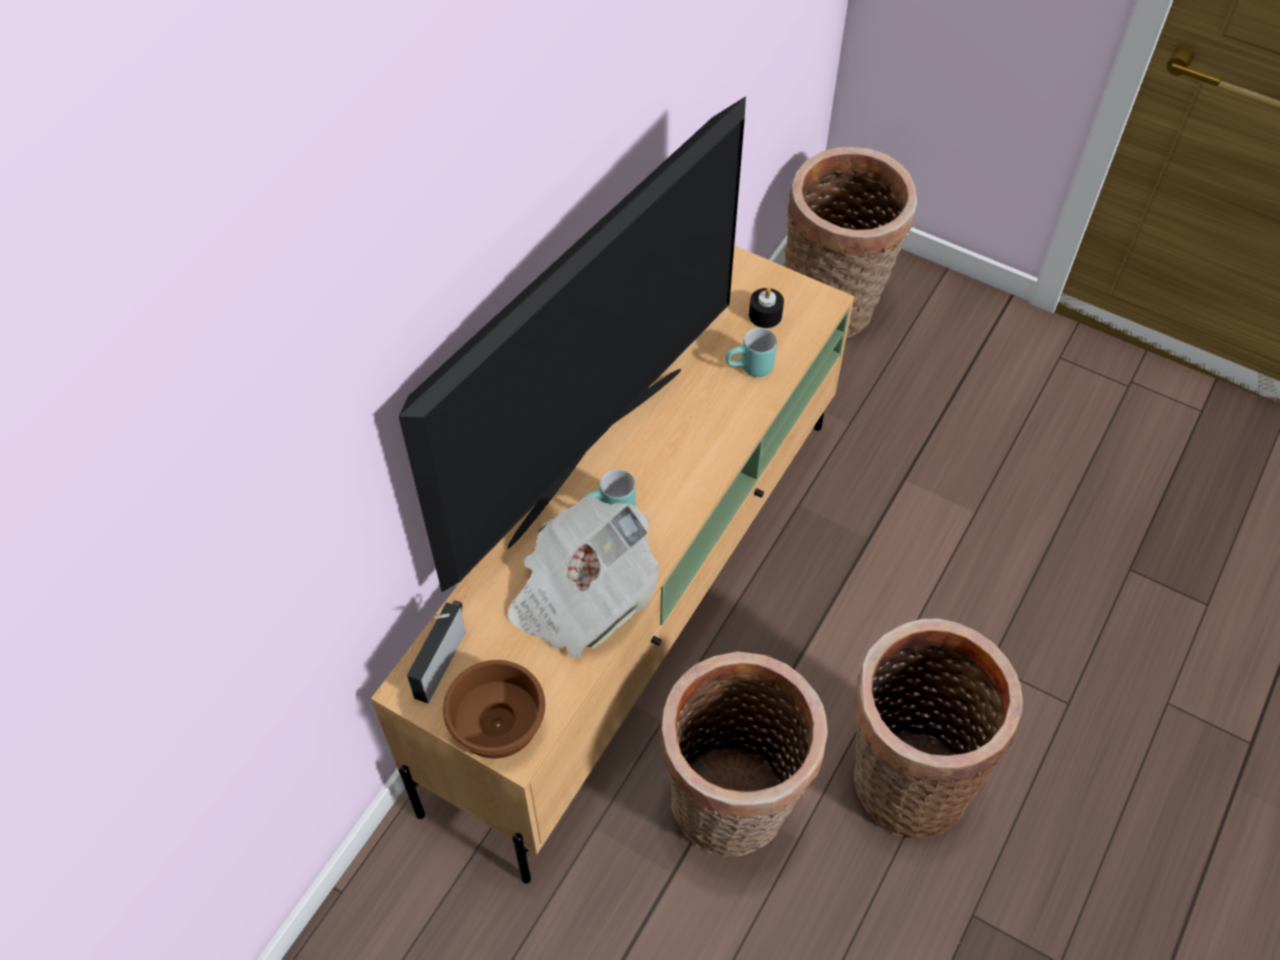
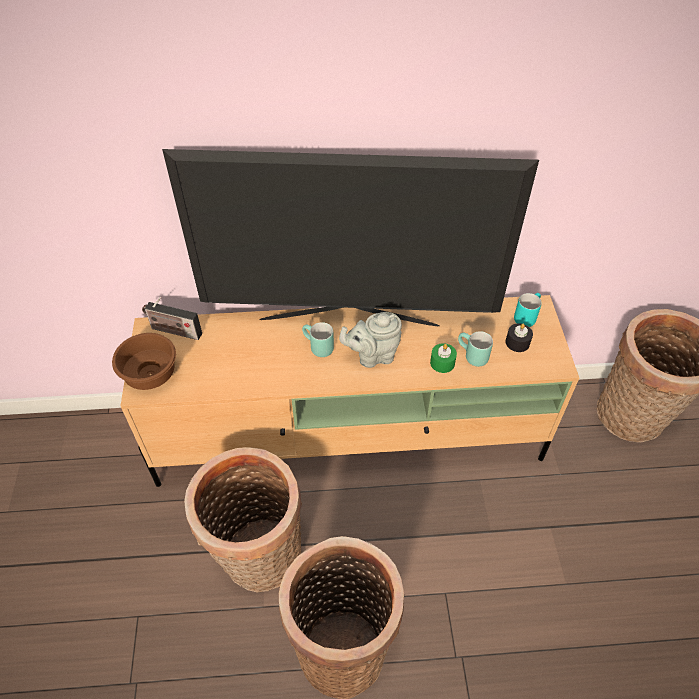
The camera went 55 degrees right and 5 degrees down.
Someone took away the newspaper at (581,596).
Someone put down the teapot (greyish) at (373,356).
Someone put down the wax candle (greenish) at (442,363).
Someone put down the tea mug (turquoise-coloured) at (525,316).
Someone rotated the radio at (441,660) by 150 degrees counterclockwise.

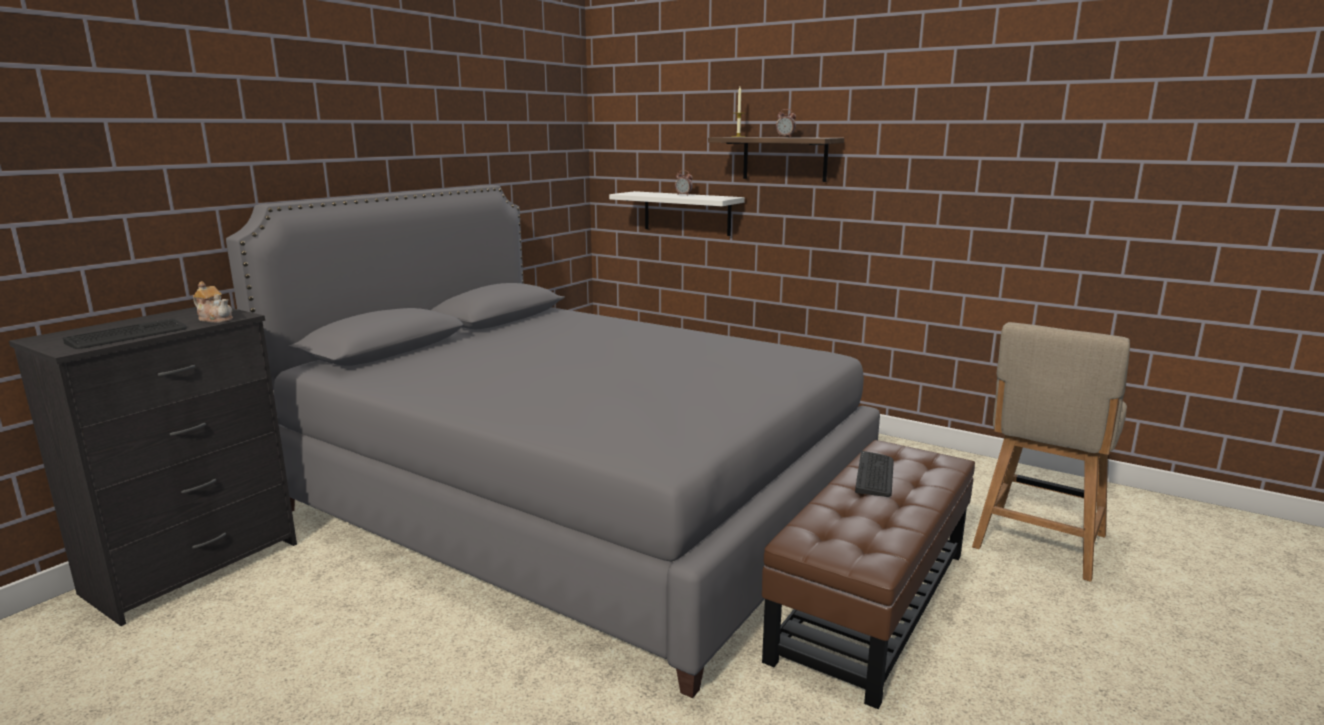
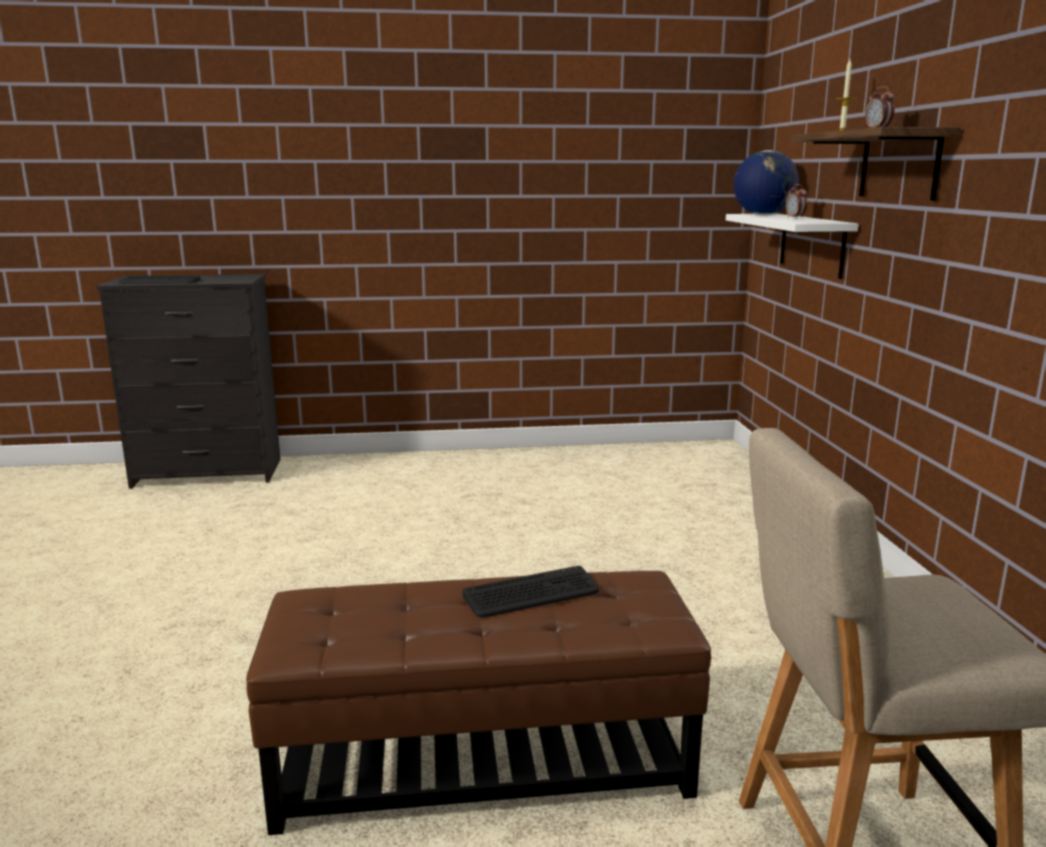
The camera went 50 degrees right and 0 degrees up.
Someone took away the teapot at (215,319).
Someone took away the bed (greyish) at (576,506).
Someone put down the world globe at (763,215).

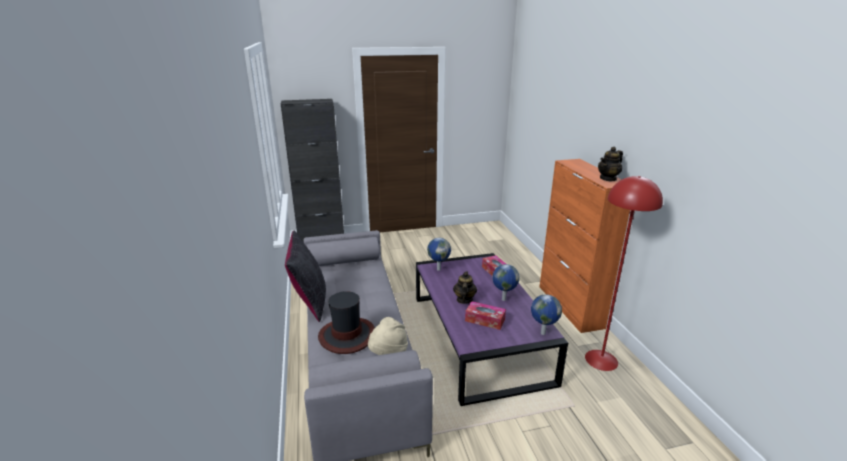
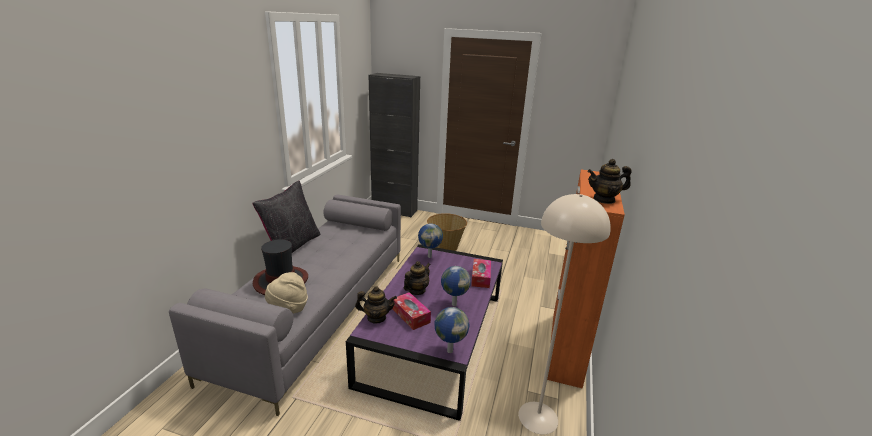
The camera went 30 degrees right and 0 degrees up.
Someone put down the teapot at (376,318).
Someone put down the basket at (445,246).
Someone repainted the standard lamp (red) at (601,360), which became the standard lamp (sand-coloured) at (538,417).

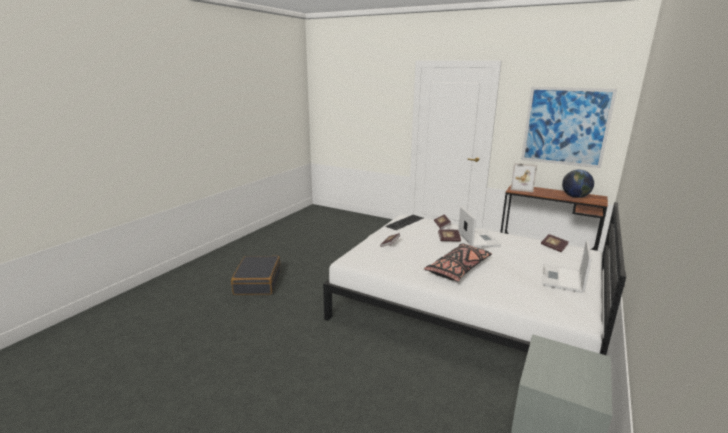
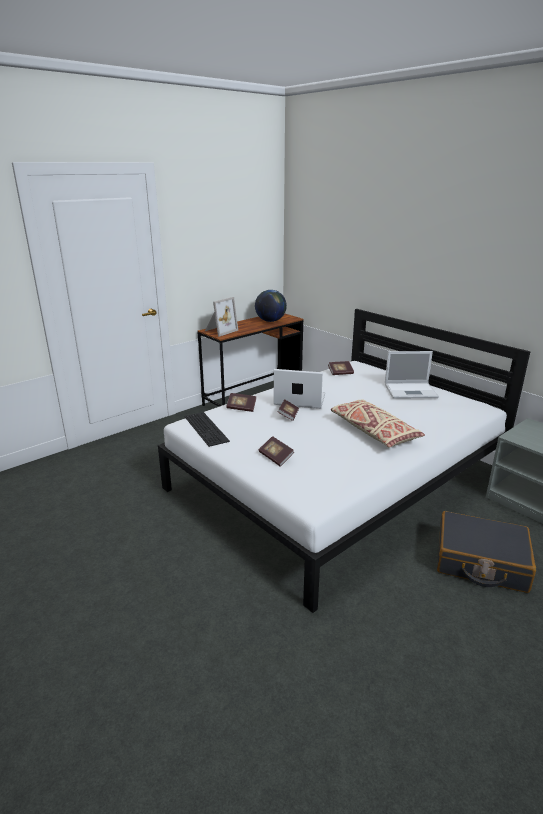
The camera went 70 degrees left and 5 degrees up.
Someone took away the wall art at (565,126).
Someone carried the travel case (black) from (257,282) to (480,562).
Someone repainted the pillow (black) at (458,269), which became the pillow (sand-coloured) at (373,431).
Someone rotated the portable computer at (562,279) by 45 degrees counterclockwise.

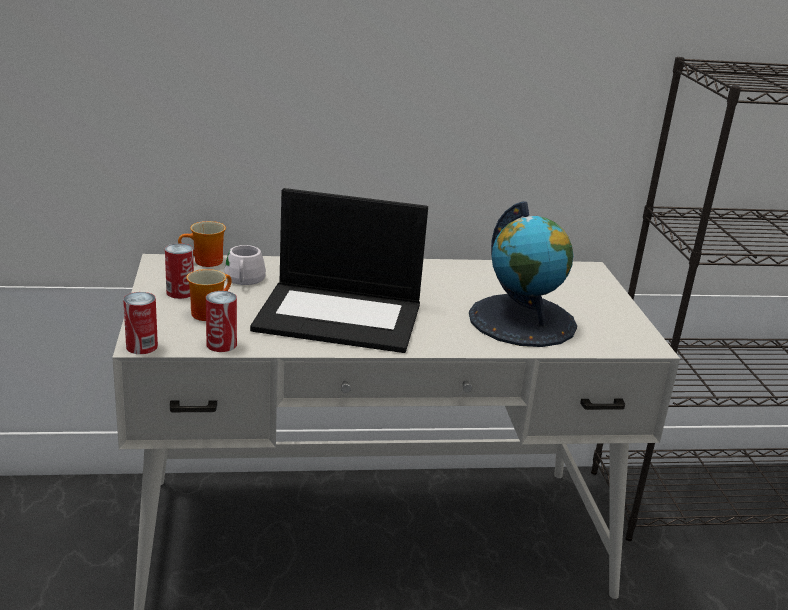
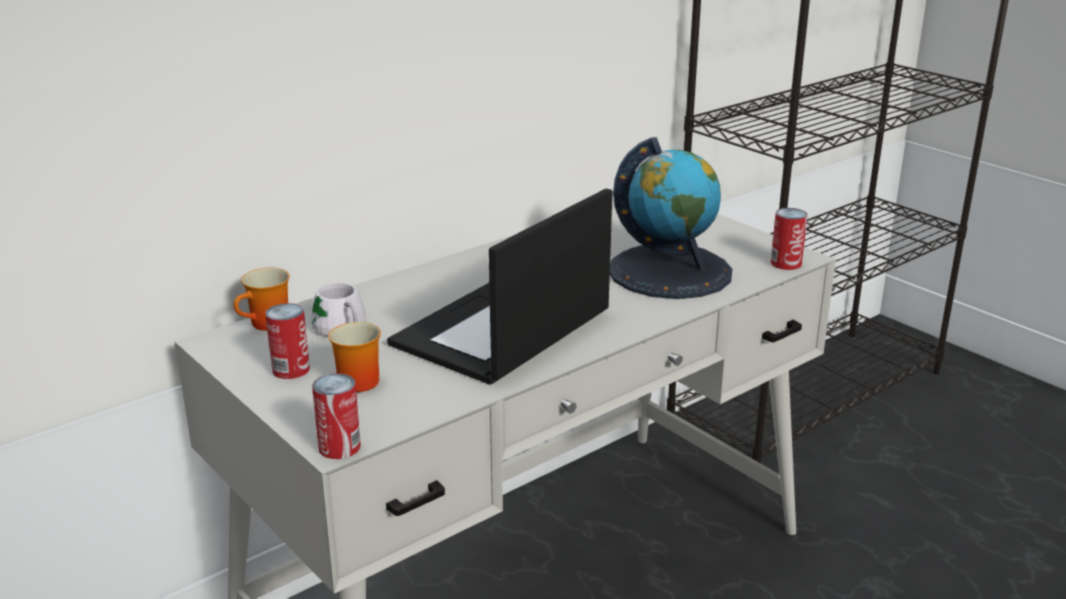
The camera went 30 degrees left and 0 degrees up.
Someone carried the sealed can from (221,344) to (786,263).
Someone rotated the portable computer at (341,316) by 150 degrees clockwise.

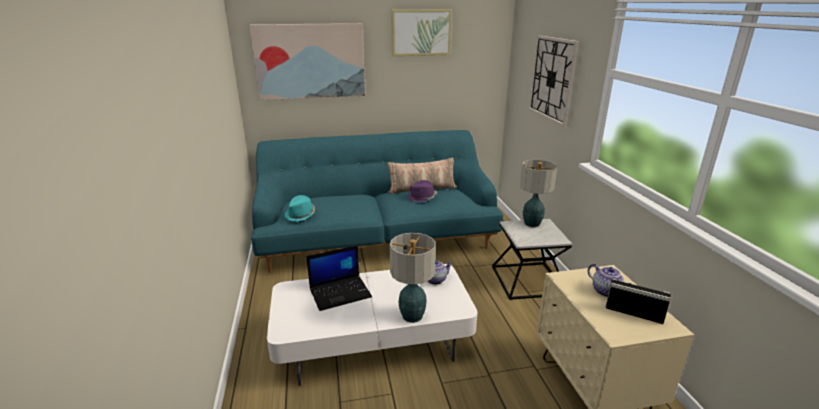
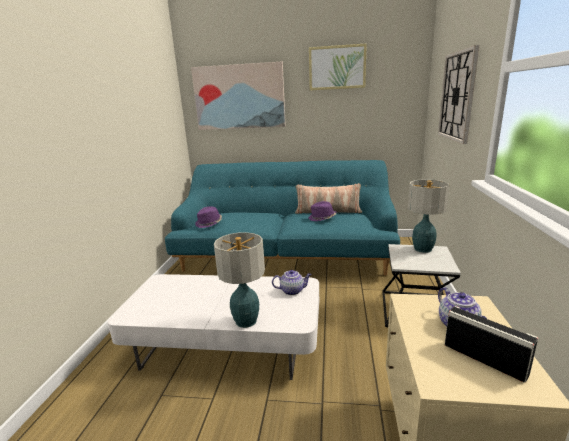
The camera went 20 degrees right and 5 degrees down.
Someone took away the portable computer at (341,292).
Someone repainted the hat (turquoise-coloured) at (301,215), which became the hat (purplish) at (209,223).

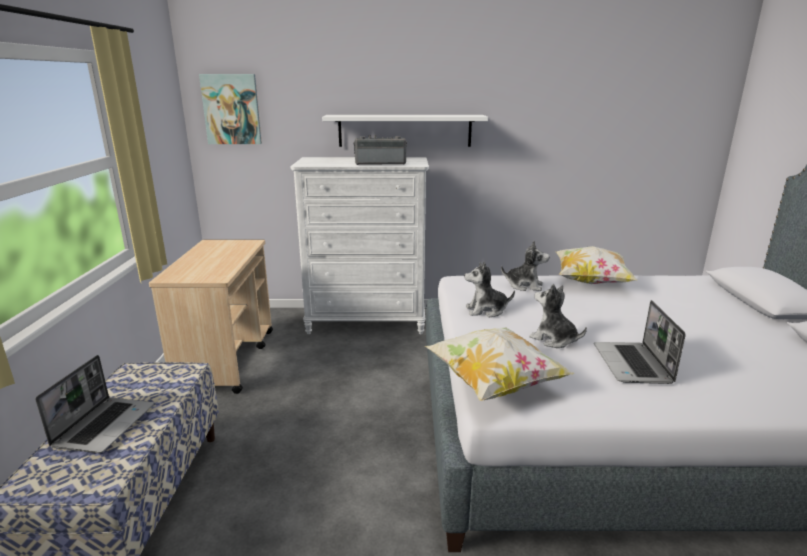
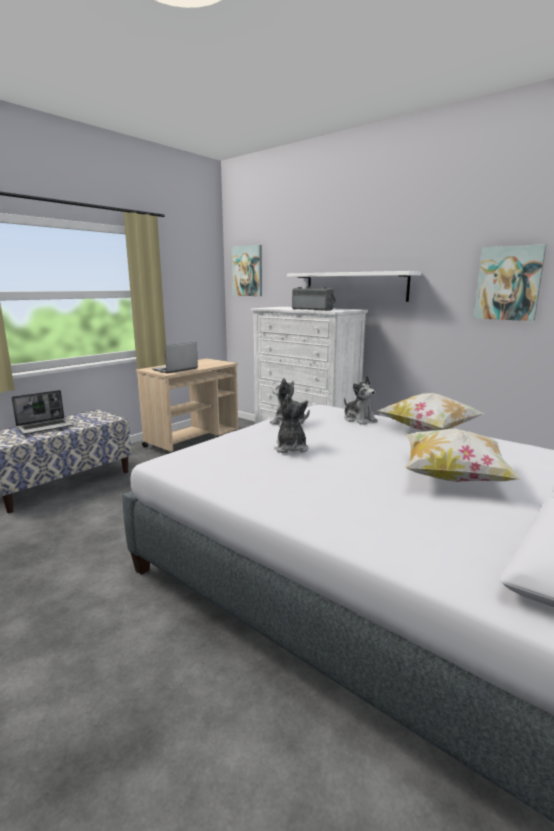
The camera went 40 degrees right and 5 degrees down.
Someone put up the wall art at (508,283).
Someone carried the pillow from (493,383) to (452,477).
Someone carried the portable computer from (633,364) to (175,369).

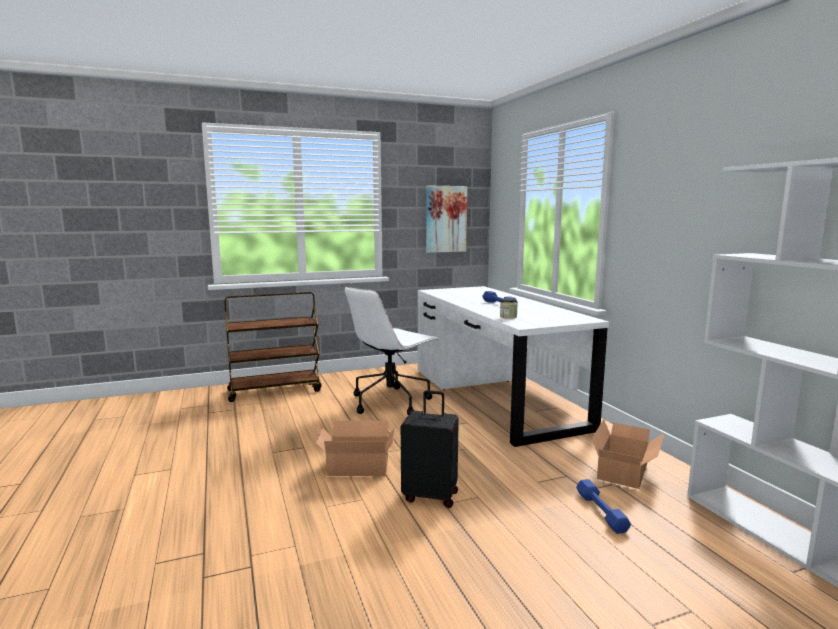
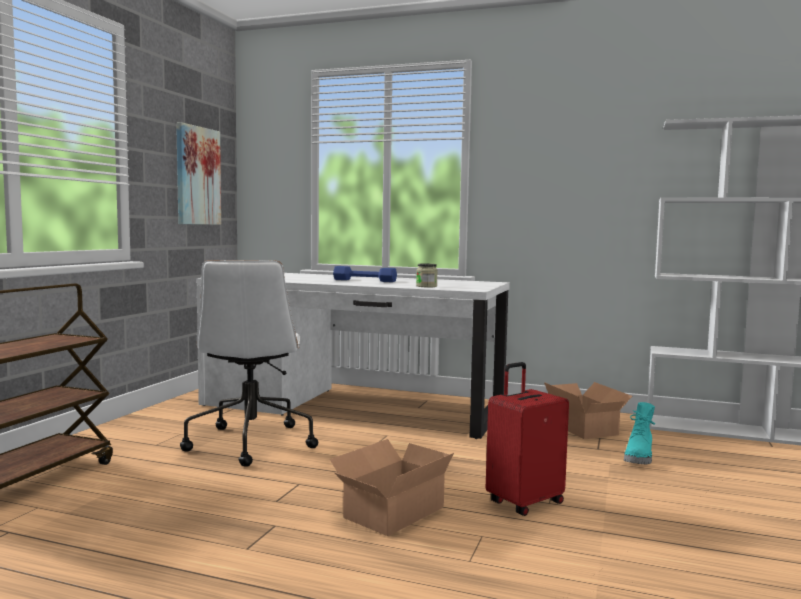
The camera went 50 degrees left and 5 degrees down.
Someone swapped the hand weight (blue-coloured) at (601,512) for the boot (turquoise-coloured) at (640,458).
Someone repainted the travel case (black) at (431,495), which became the travel case (red) at (524,502).

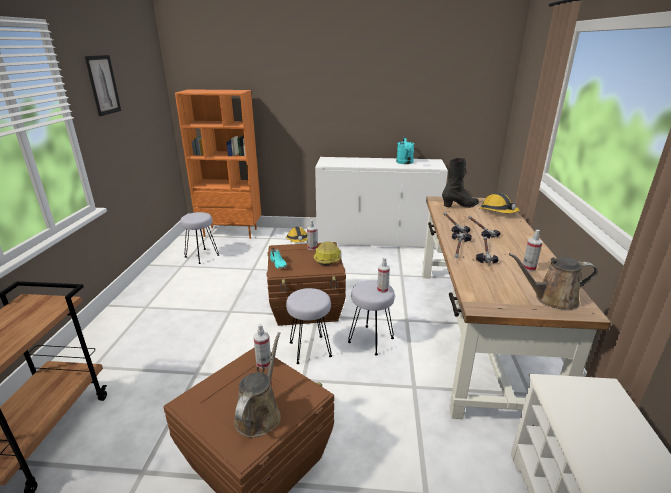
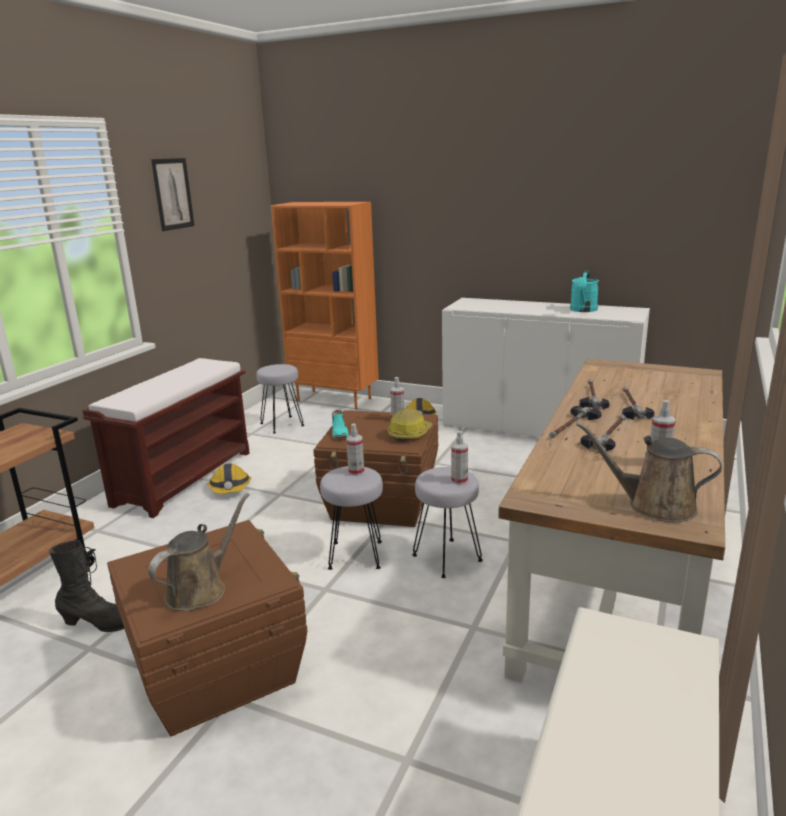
The camera went 20 degrees right and 5 degrees down.
Someone put down the long seat (brown-coloured) at (185,477).
Someone carried the sprayer from (263,363) to (356,472).
Someone carried the boot (black) from (460,206) to (101,624).
Someone carried the work helmet from (498,212) to (230,488).

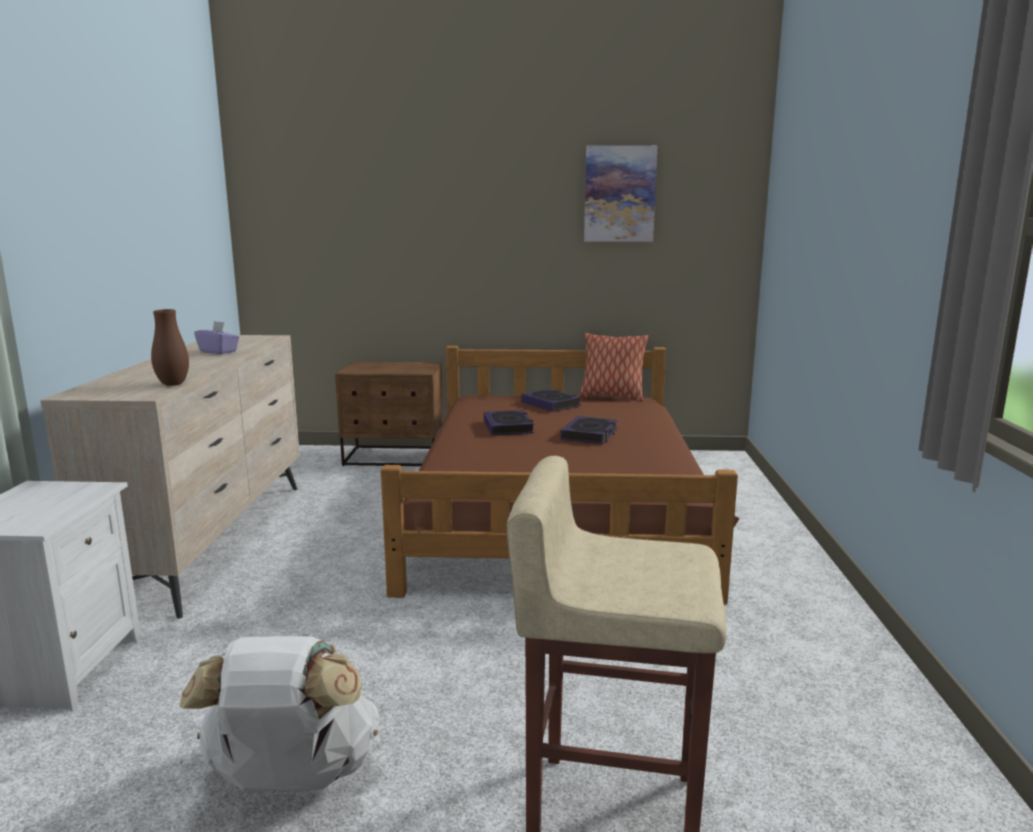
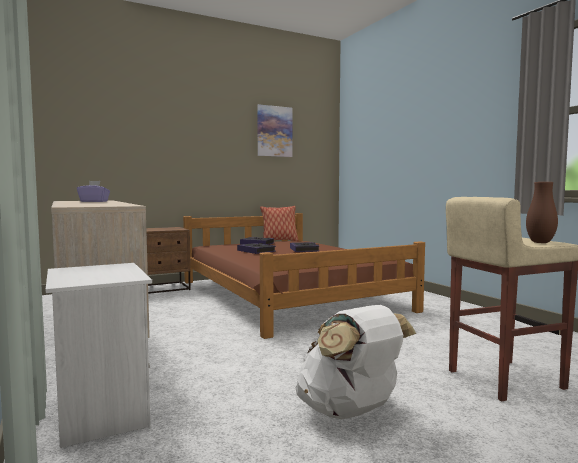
The camera went 30 degrees left and 10 degrees down.
Someone carried the decorative vase (brown-coloured) from (173,384) to (540,242).

